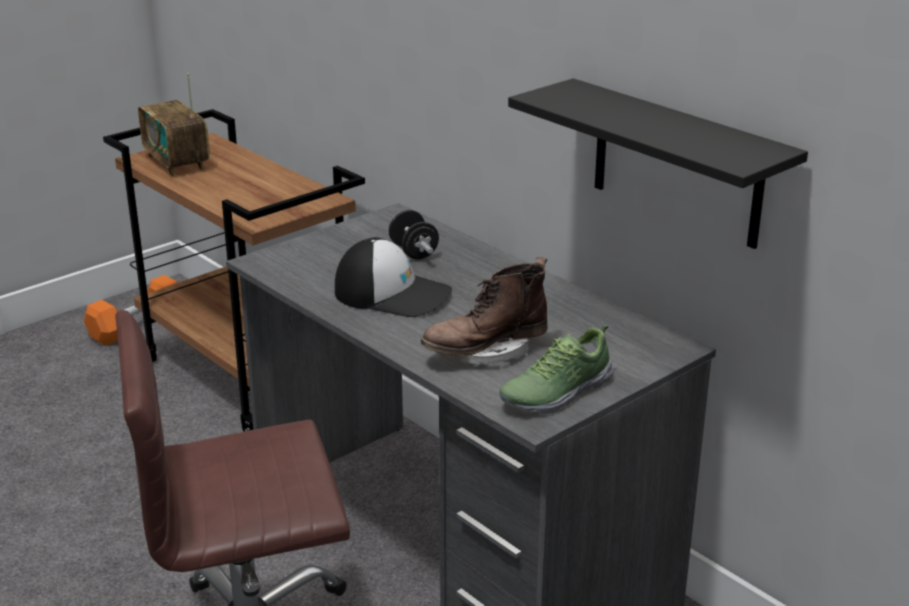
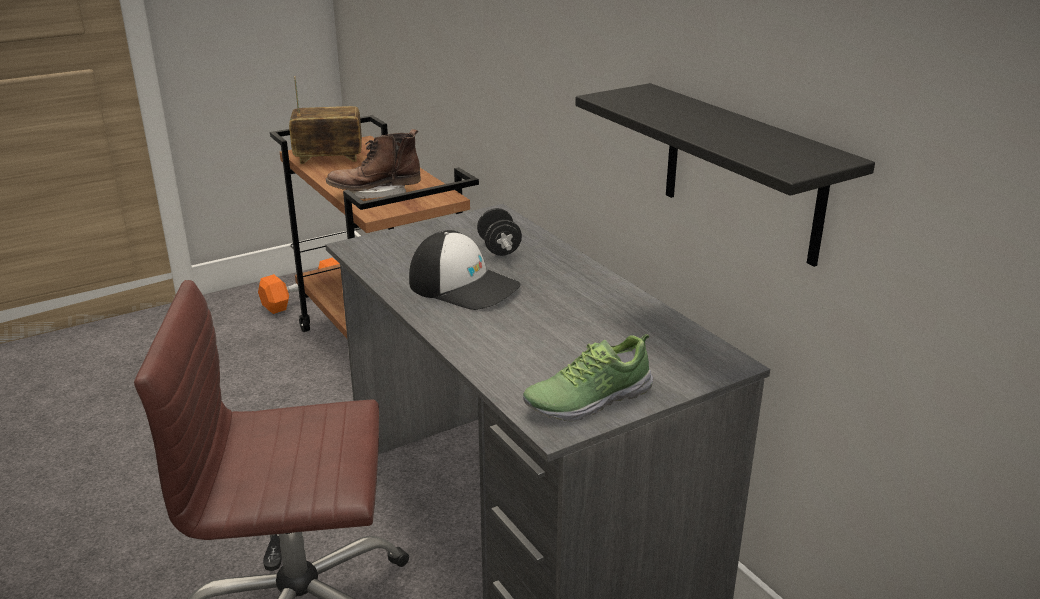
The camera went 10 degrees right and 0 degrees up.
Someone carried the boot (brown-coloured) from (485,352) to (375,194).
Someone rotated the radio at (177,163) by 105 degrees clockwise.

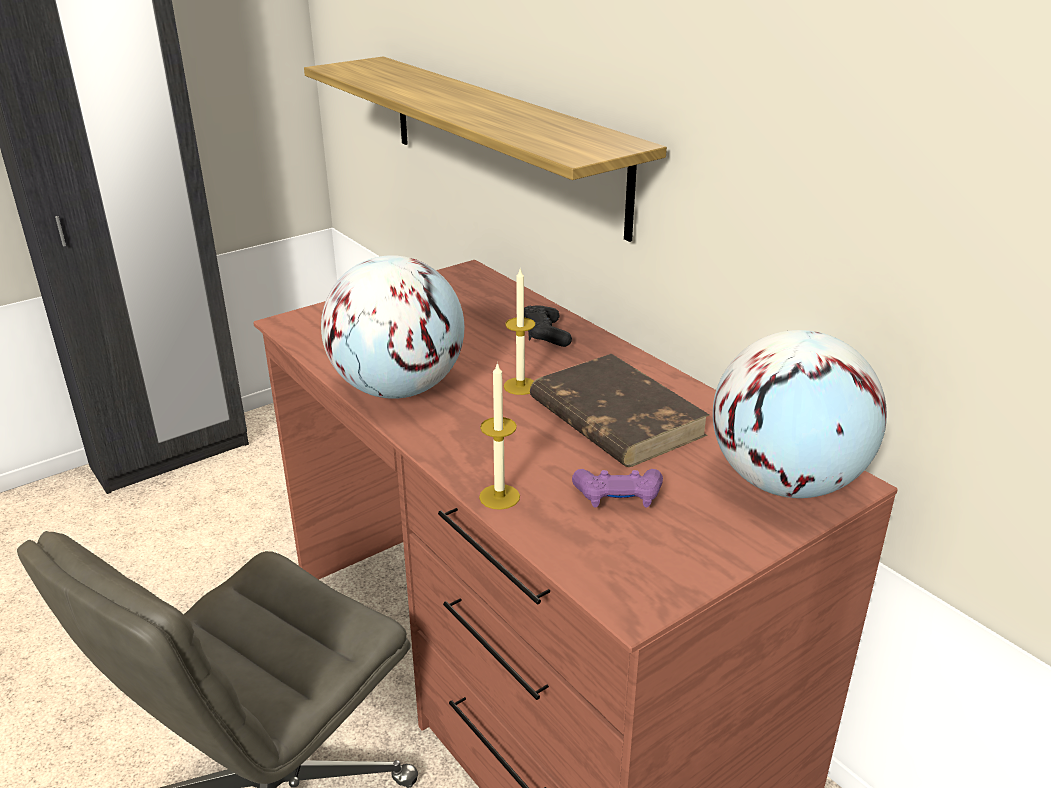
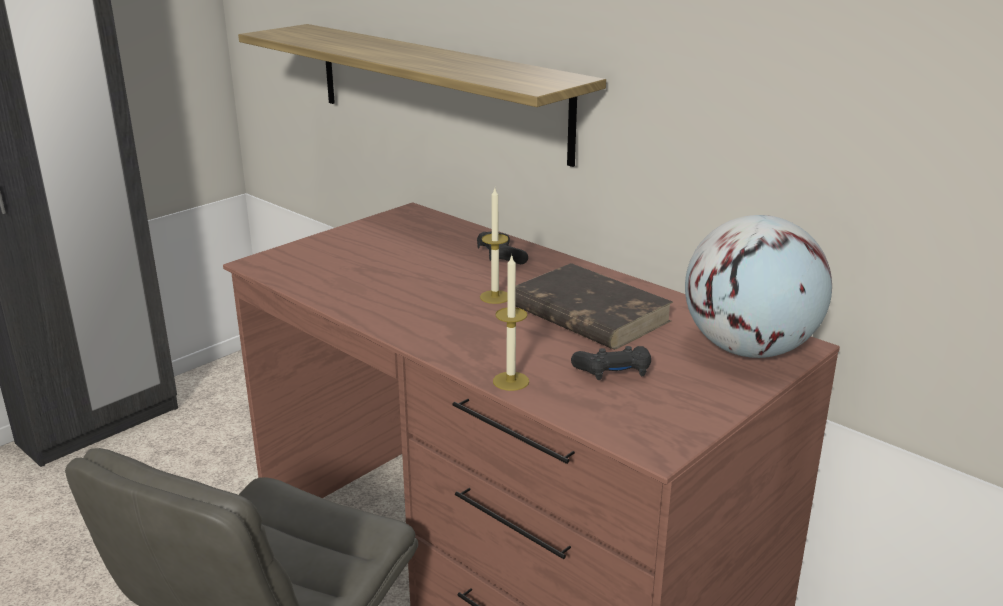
The camera went 10 degrees left and 5 degrees down.
Someone took away the world globe at (397,389).
Someone repainted the game controller (purplish) at (618,497), which became the game controller (black) at (613,372).

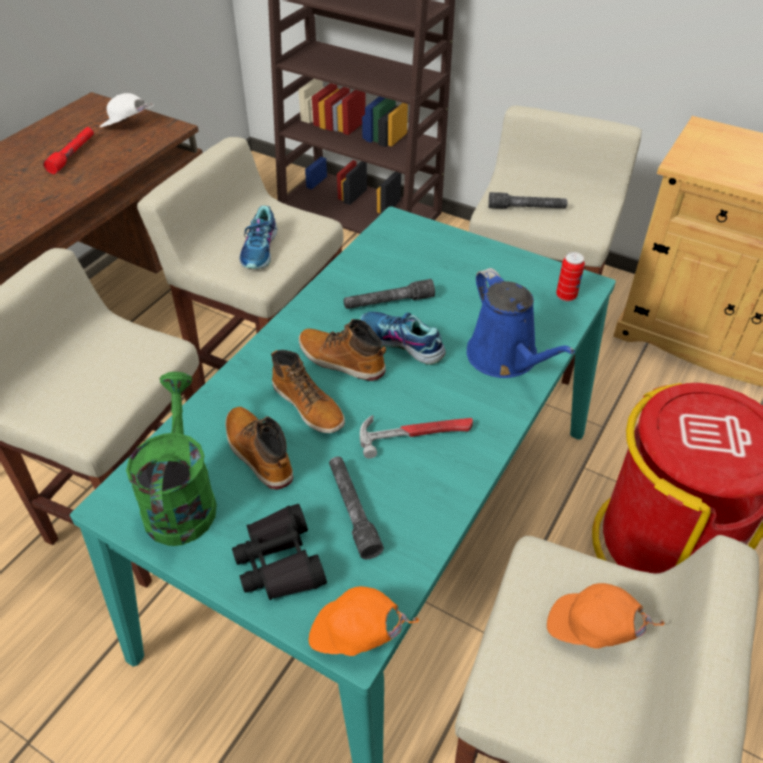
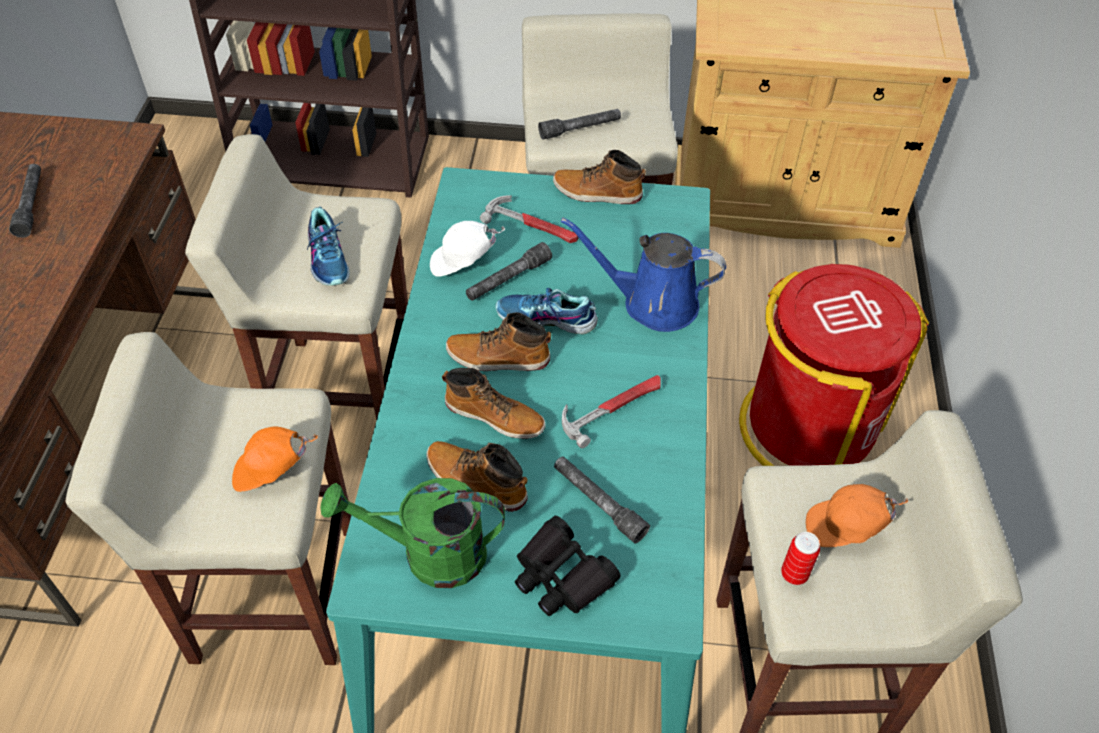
The camera went 25 degrees left and 5 degrees up.
Someone put down the hammer at (532,225).
Someone put down the boot at (597,193).
Someone carried the cap (white) from (126,126) to (463,263).
Someone carried the cap (orange-coloured) from (356,636) to (272,471).
Someone carried the sealed can from (566,296) to (794,574).
Someone repainted the hand torch (red) at (72,155), which became the hand torch (greyish) at (31,205).
Someone rotated the watering can (greenish) at (181,498) by 60 degrees counterclockwise.
Someone rotated the watering can (blue-coloured) at (506,358) by 150 degrees clockwise.

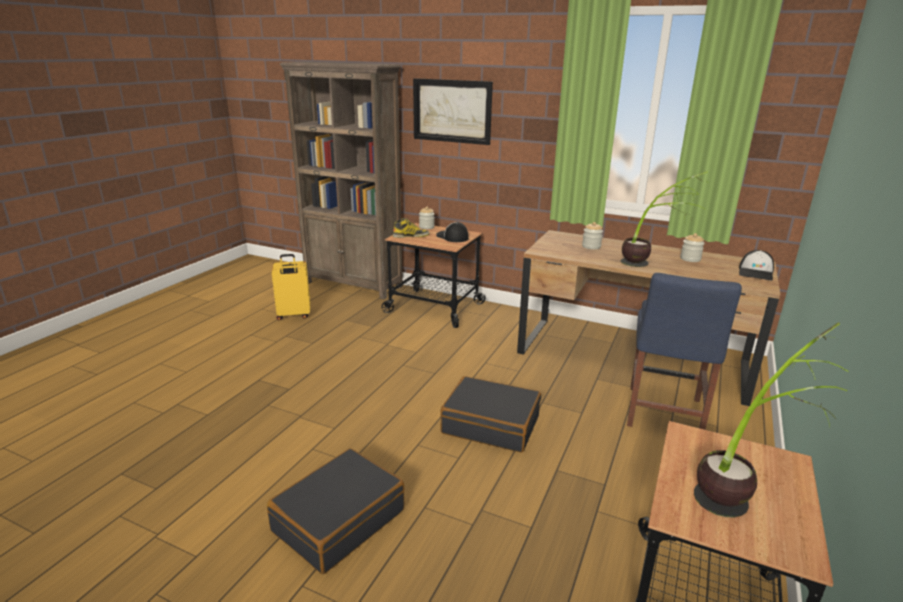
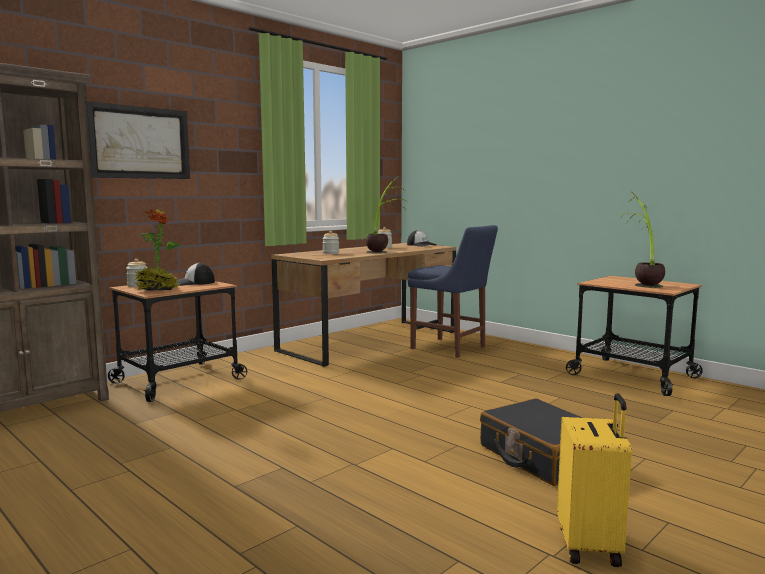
The camera went 70 degrees left and 15 degrees down.
Someone took away the travel case (black) at (491,424).
Someone carried the travel case (yellowish) from (293,315) to (590,545).
Someone swapped the boot at (411,236) for the plant in a pot at (157,290).

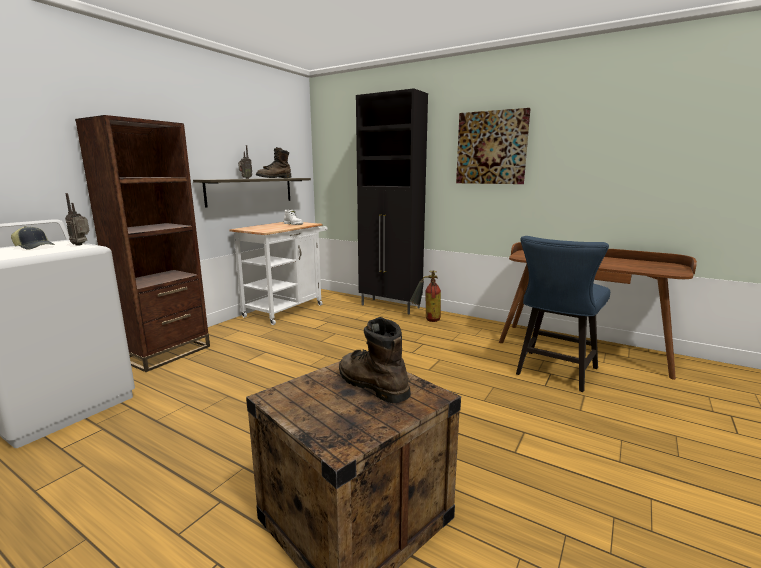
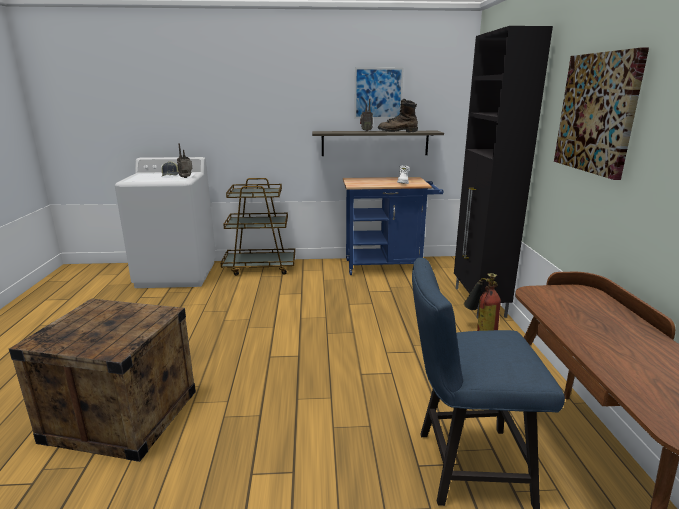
The camera went 55 degrees right and 5 degrees up.
Someone took away the boot (brown-coloured) at (371,384).
Someone put up the wall art at (378,93).
Someone swapped the bookcase (brown-coloured) at (166,353) for the cart (brown-coloured) at (260,267).
Someone repainted the cart (white) at (287,309), which became the cart (blue-coloured) at (388,266).

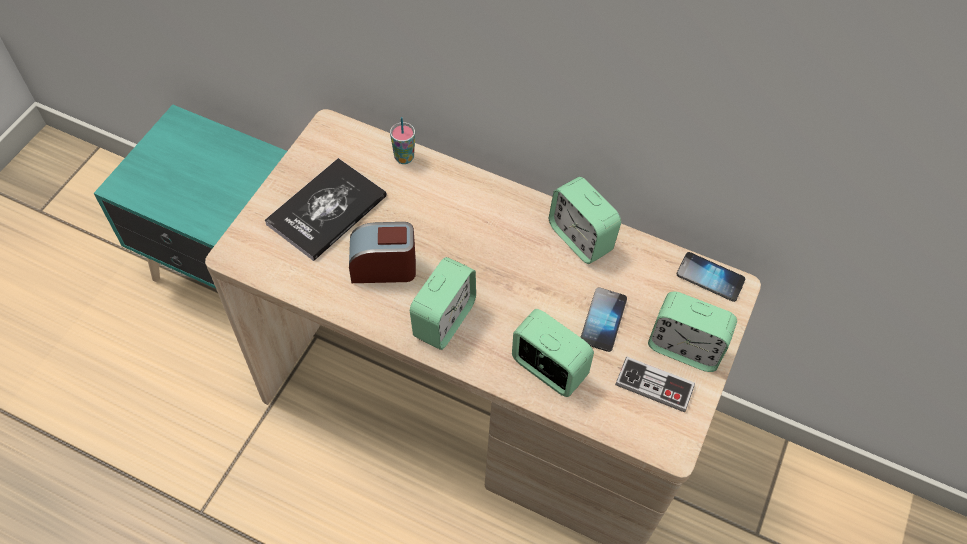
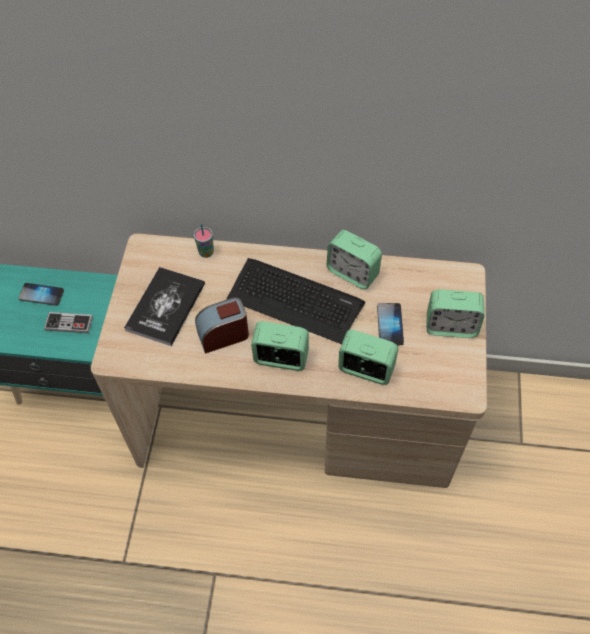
The camera went 15 degrees left and 0 degrees up.
Someone put down the keyboard at (295,300).
Someone carried the game controller from (654,385) to (69,323).
Someone carried the phone from (710,277) to (41,295).
Someone rotated the table clock at (444,320) by 90 degrees counterclockwise.

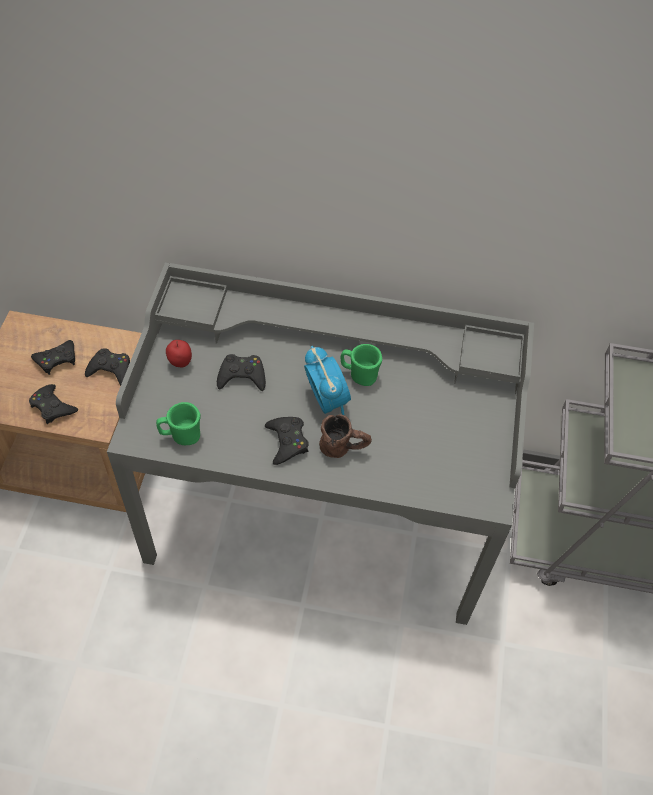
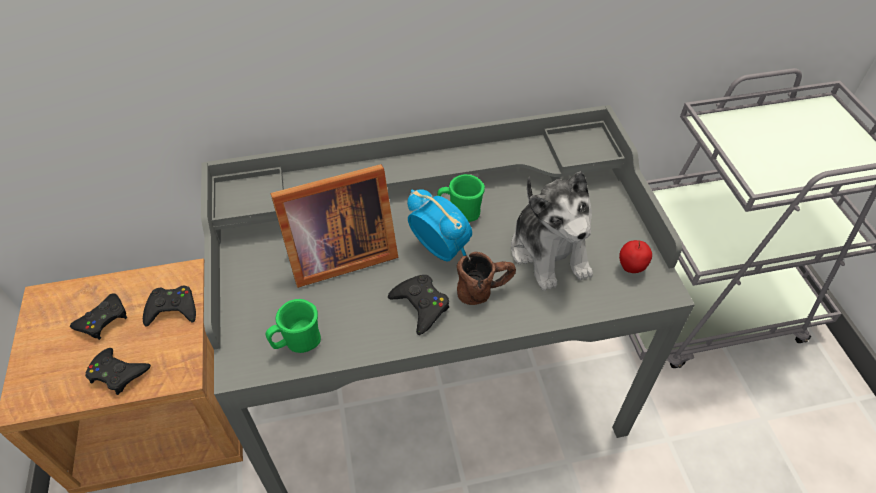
The camera went 20 degrees left and 5 degrees down.
Someone put down the cuddly toy at (549,252).
Someone carried the whole apple from (180,363) to (630,268).
Someone swapped the game controller (black) at (242,376) for the standing frame at (337,255).

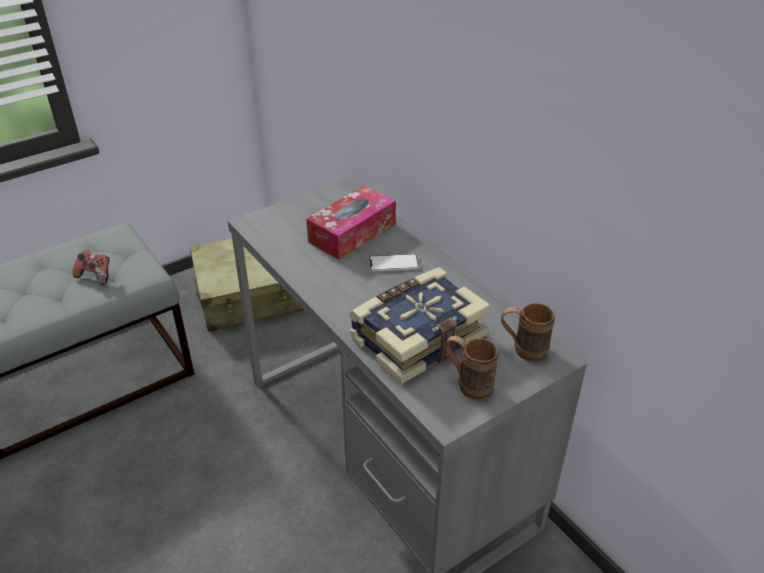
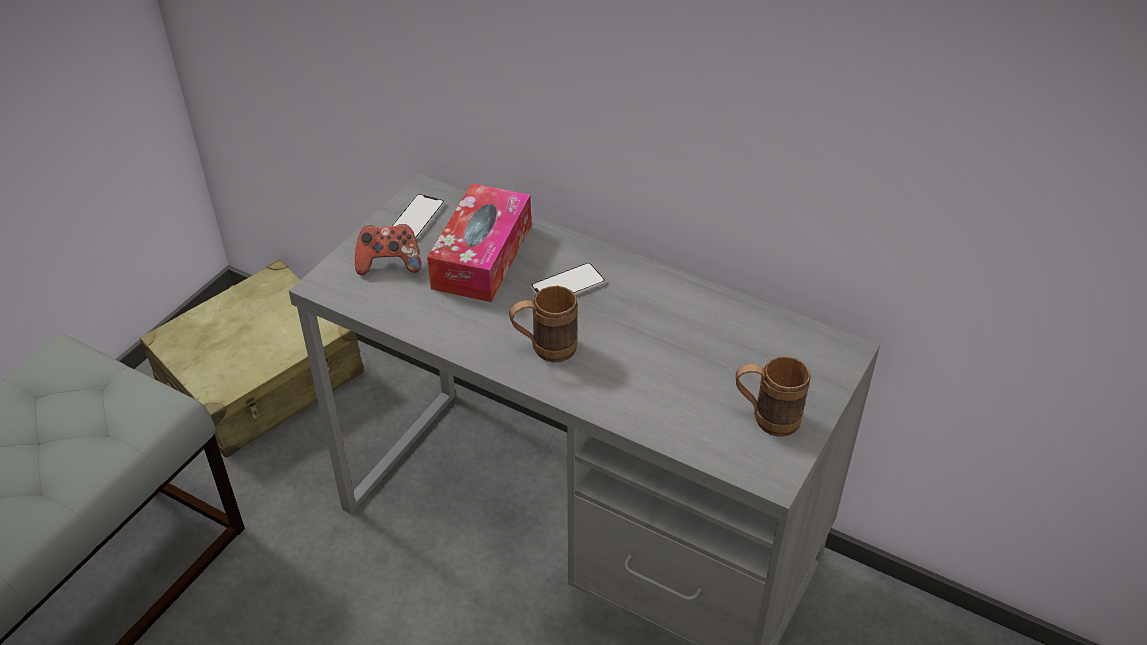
The camera went 25 degrees left and 5 degrees up.
Someone took away the bound book at (416,337).
Someone put down the phone at (417,218).
Someone carried the game controller from (95,276) to (389,264).
Someone carried the tea mug (brown-coloured) from (522,350) to (544,350).

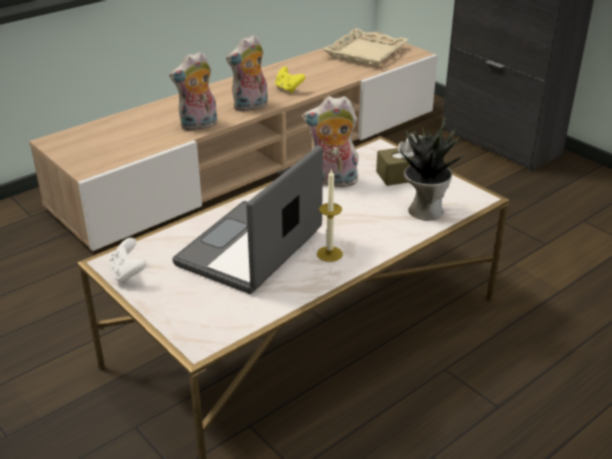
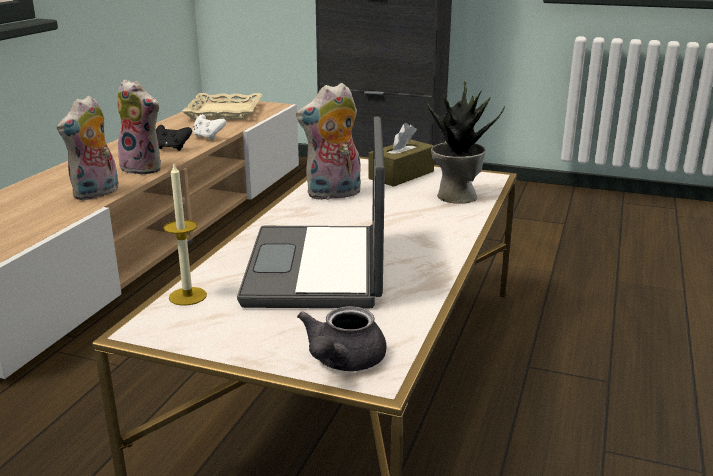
The camera went 30 degrees left and 10 degrees down.
Someone put down the teapot (greyish) at (342,362).
Someone carried the game controller (white) from (128,274) to (208,137).
Someone carried the wax candle from (329,254) to (187,296).
Someone repainted the game controller (yellowish) at (288,89), which became the game controller (black) at (172,148).
Someone rotated the cuddly toy at (250,107) by 90 degrees counterclockwise.

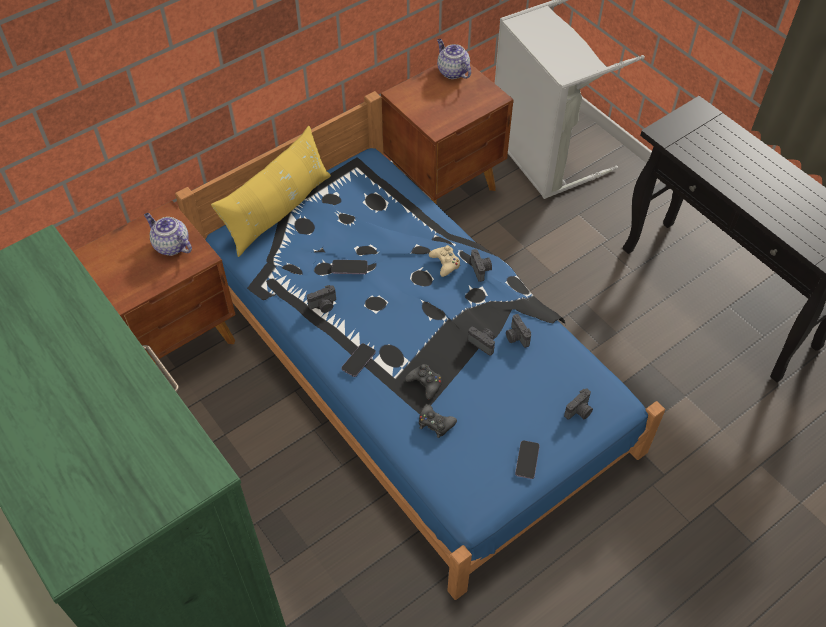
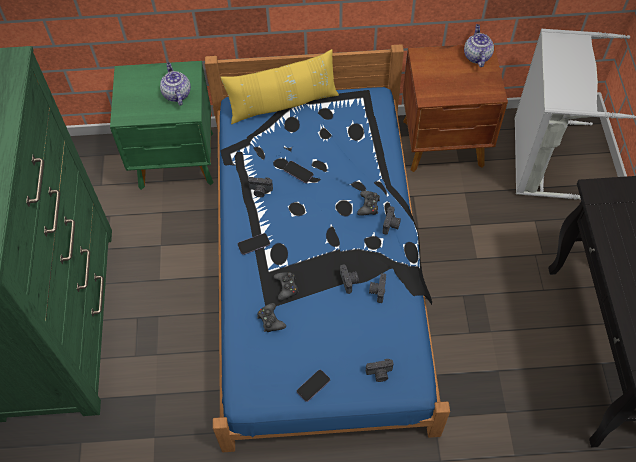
The camera went 35 degrees right and 5 degrees up.
Someone repainted the night table (brown-coloured) at (177,339), which became the night table (greenish) at (177,161).
Someone repainted the game controller (sand-coloured) at (445,263), which became the game controller (black) at (368,206).

